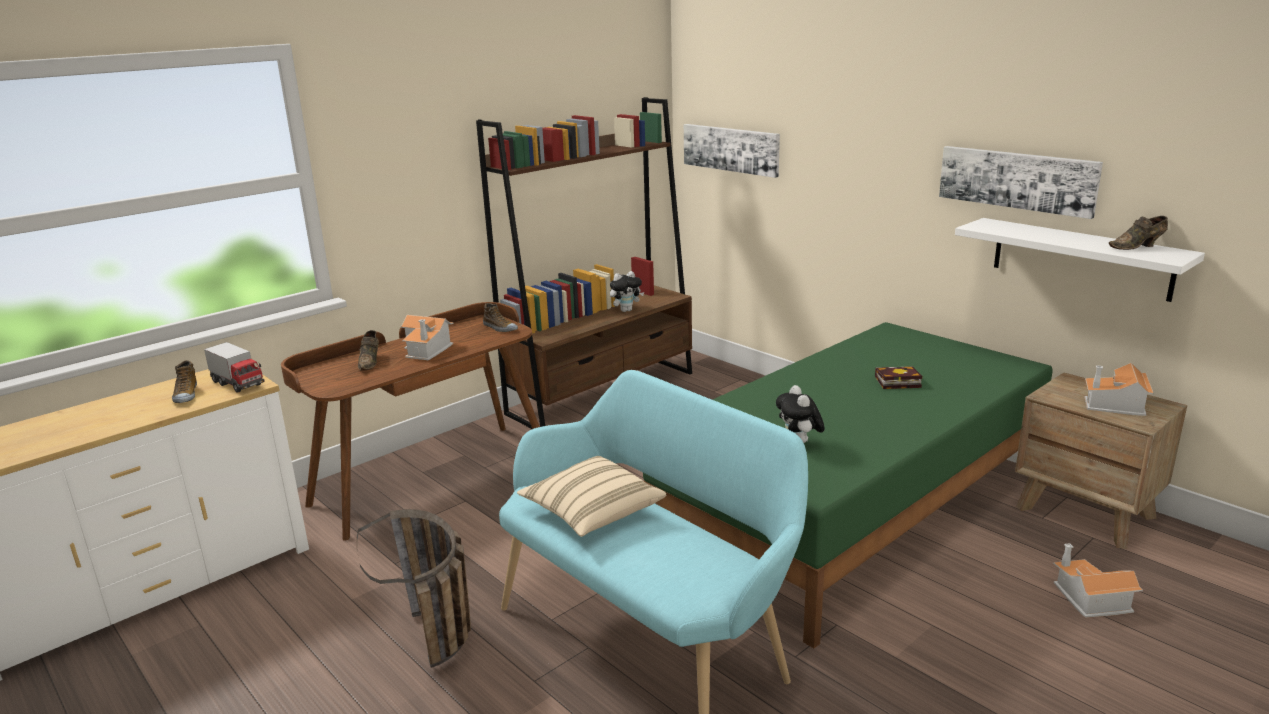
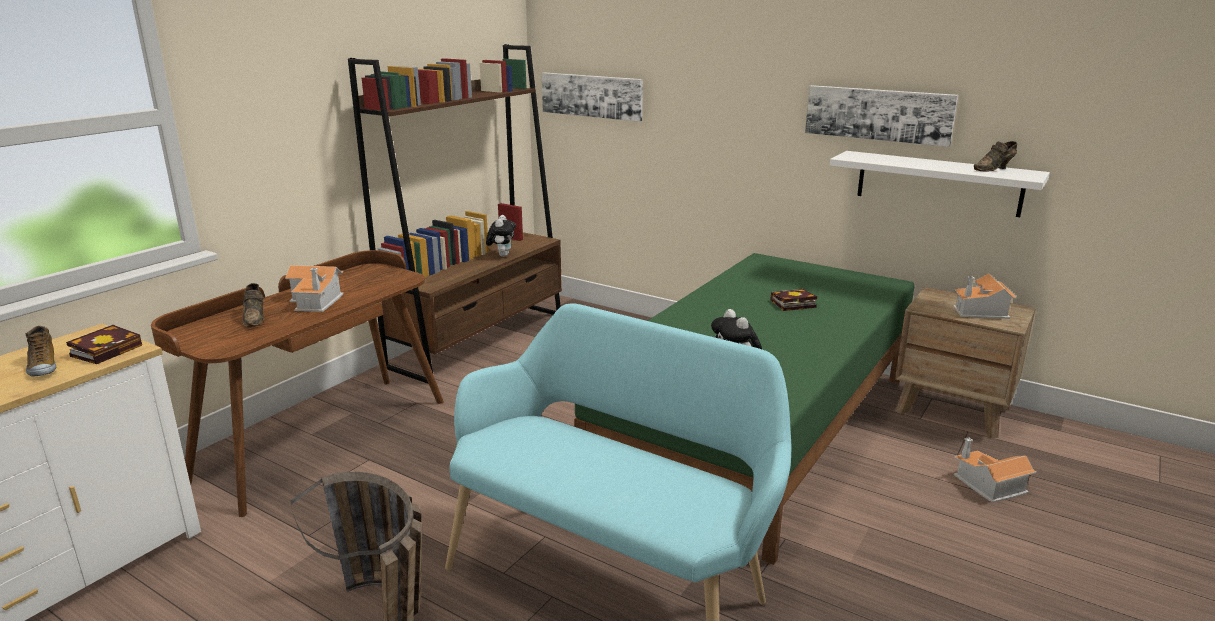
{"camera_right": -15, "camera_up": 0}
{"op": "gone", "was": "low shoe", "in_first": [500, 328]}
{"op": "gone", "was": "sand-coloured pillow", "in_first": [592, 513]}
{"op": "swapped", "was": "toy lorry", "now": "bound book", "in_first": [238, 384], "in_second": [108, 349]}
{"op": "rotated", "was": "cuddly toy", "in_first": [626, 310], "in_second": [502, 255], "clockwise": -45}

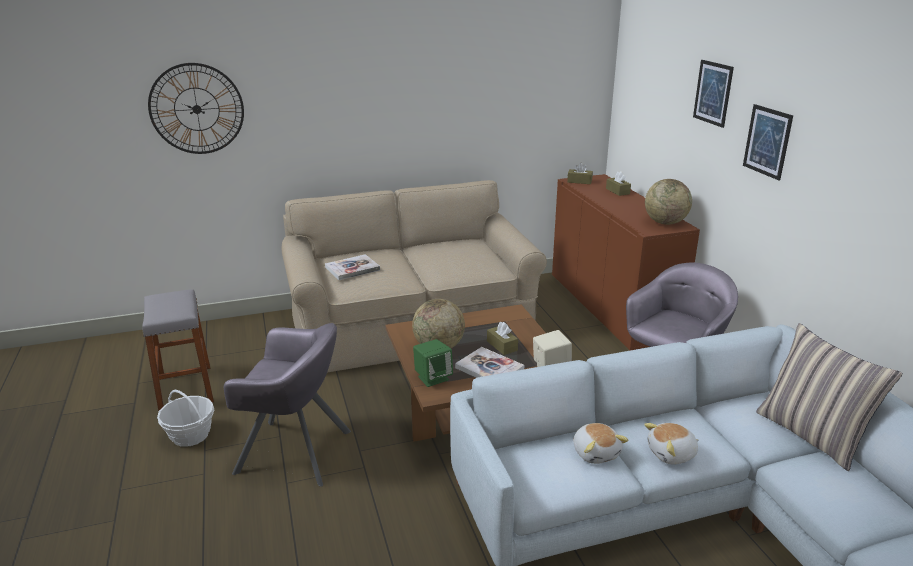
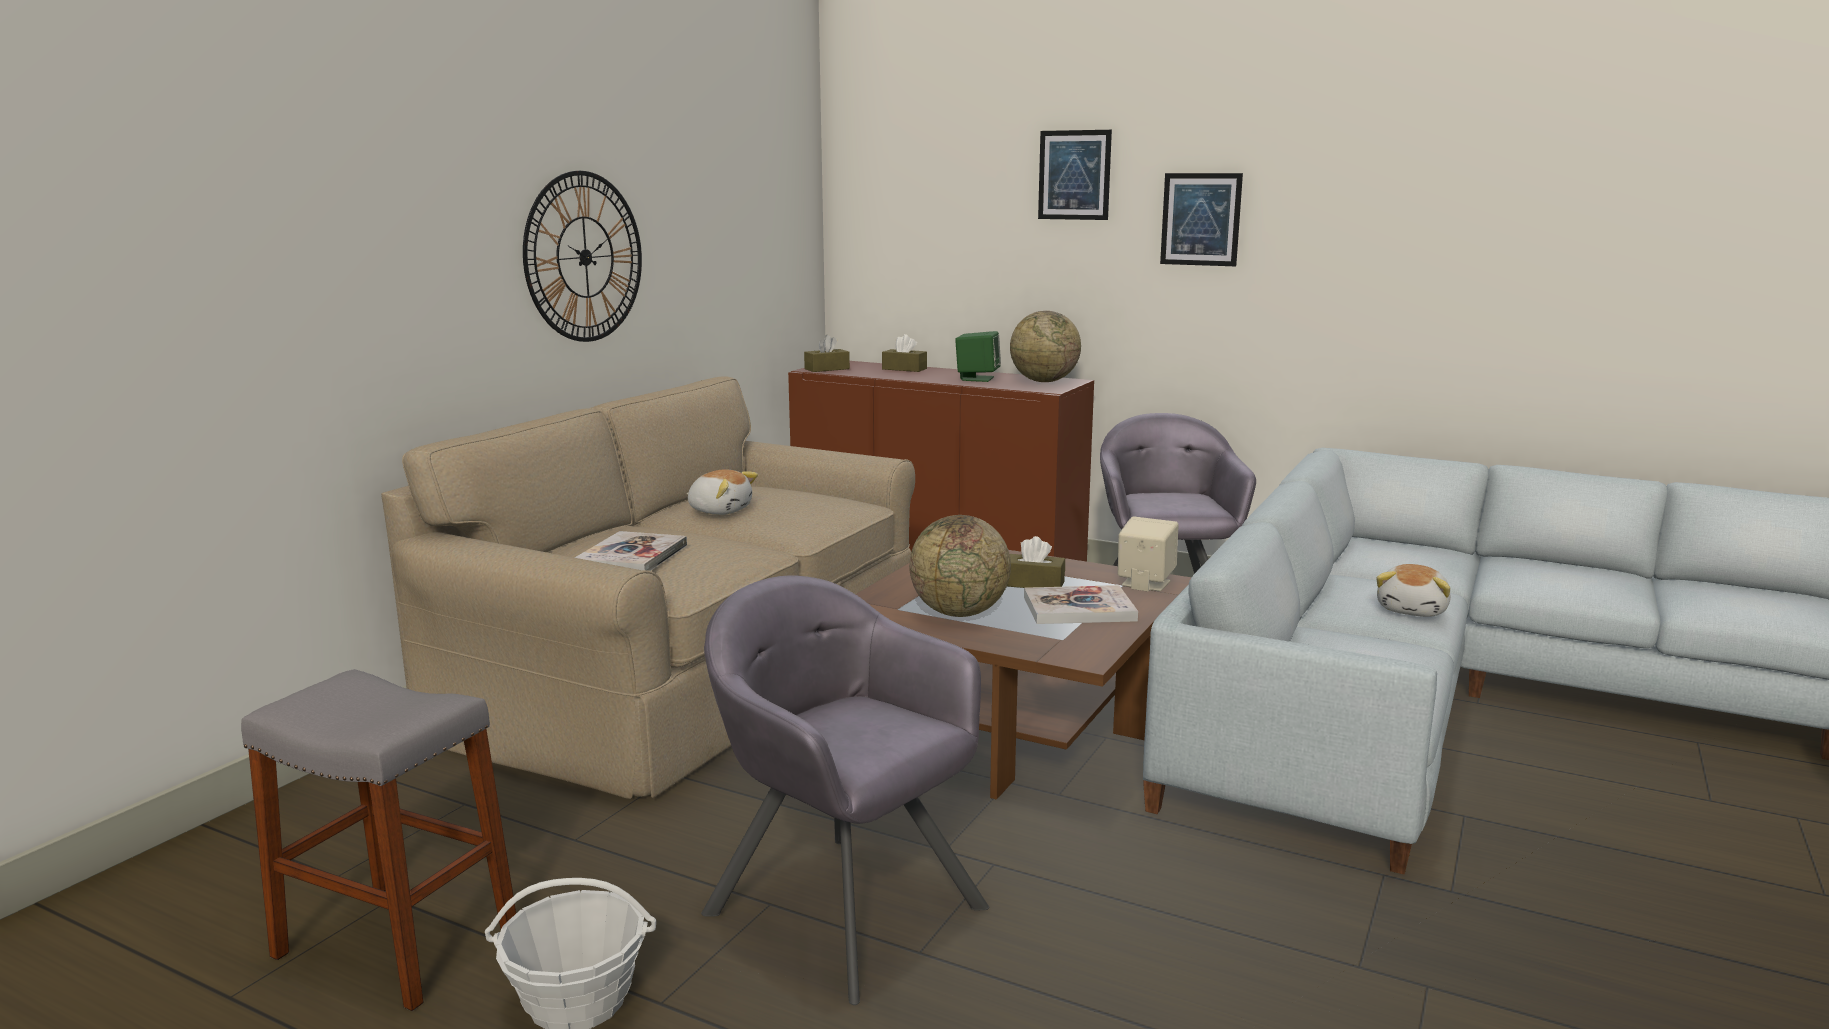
{"camera_right": -45, "camera_up": -10}
{"op": "gone", "was": "pillow", "in_first": [812, 435]}
{"op": "shifted", "was": "clock on the wall", "in_first": [197, 109], "in_second": [585, 257]}
{"op": "shifted", "was": "green-coloured loudspeaker", "in_first": [433, 378], "in_second": [977, 378]}
{"op": "shifted", "was": "cuddly toy", "in_first": [596, 452], "in_second": [720, 510]}
{"op": "rotated", "was": "grey lounge chair", "in_first": [294, 452], "in_second": [844, 908], "clockwise": -105}

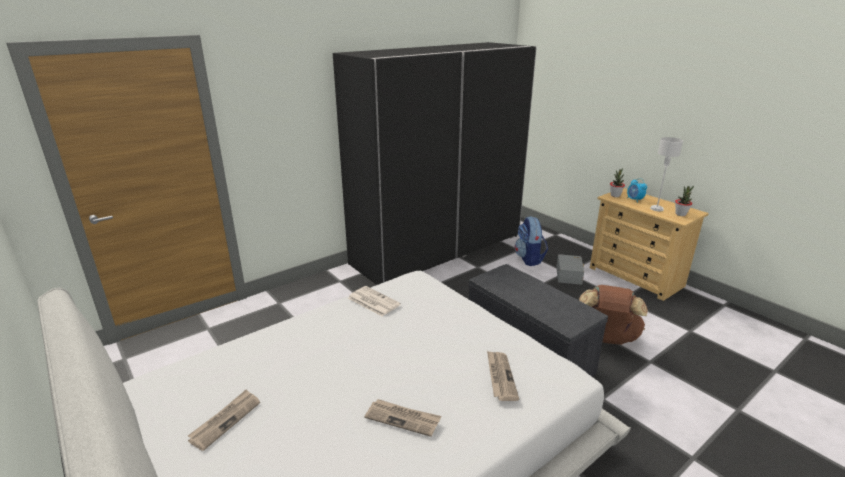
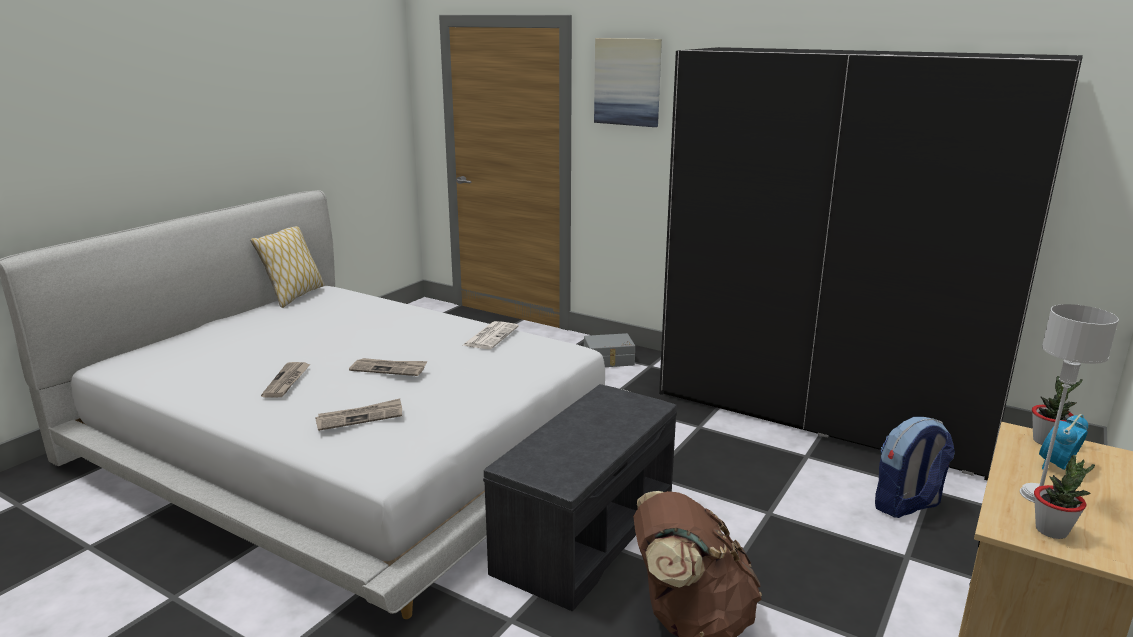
{"camera_right": 70, "camera_up": -5}
{"op": "new", "now": "pillow", "in_second": [294, 296]}
{"op": "new", "now": "picture", "in_second": [627, 82]}
{"op": "shifted", "was": "daily paper", "in_first": [225, 420], "in_second": [389, 369]}
{"op": "shifted", "was": "grey storage container", "in_first": [569, 275], "in_second": [609, 360]}

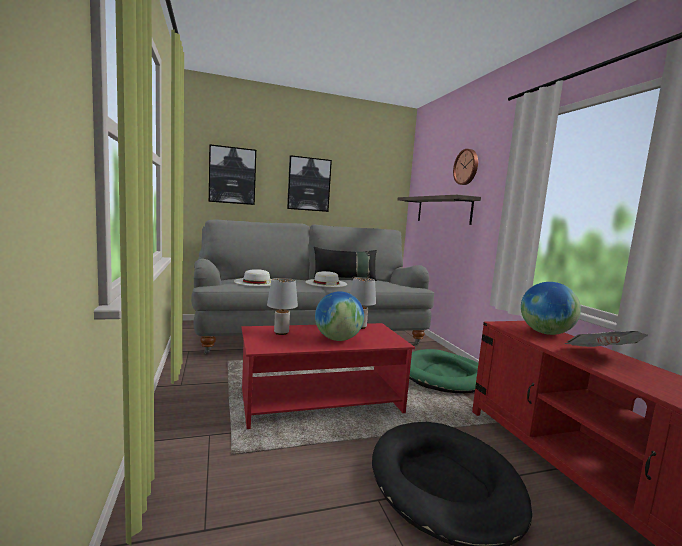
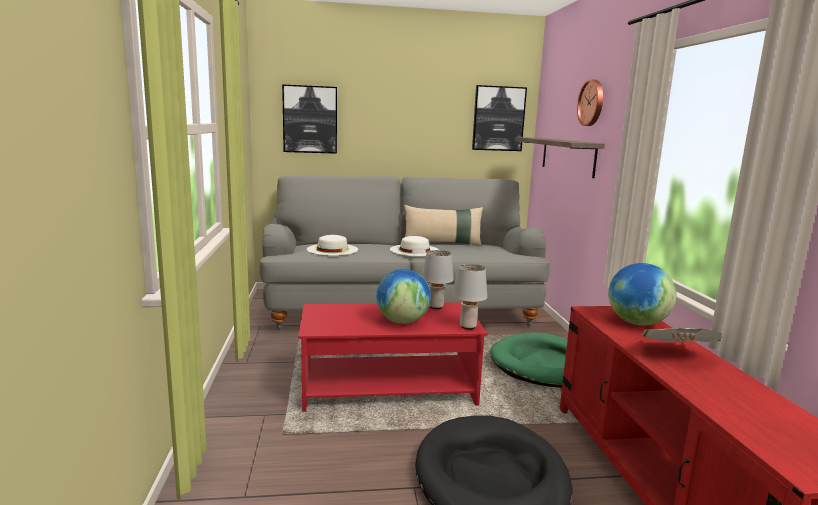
{"camera_right": 10, "camera_up": 5}
{"op": "shifted", "was": "grey table lamp", "in_first": [281, 333], "in_second": [467, 327]}
{"op": "shifted", "was": "picture", "in_first": [309, 184], "in_second": [498, 118]}
{"op": "repainted", "was": "black-coloured pillow", "now": "sand-coloured pillow", "in_first": [345, 279], "in_second": [442, 243]}

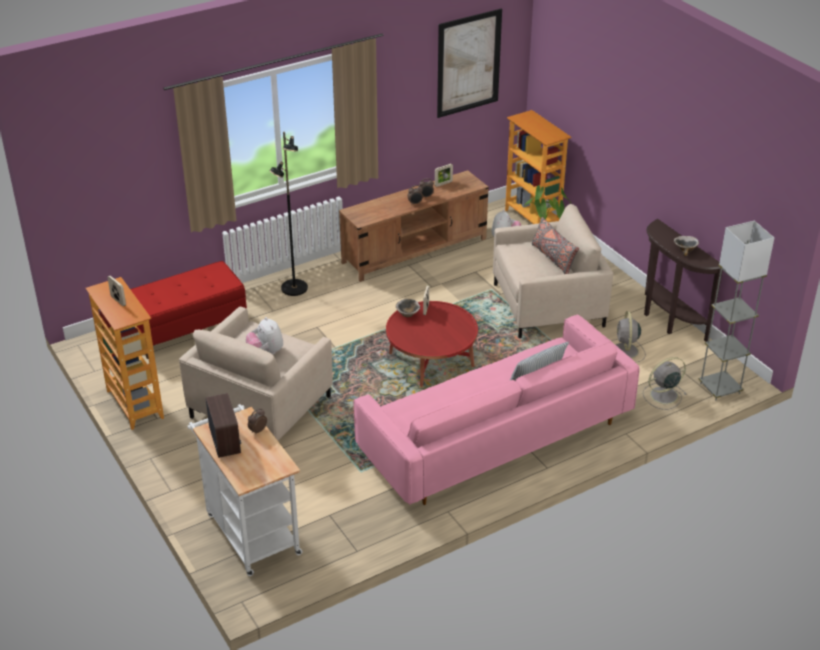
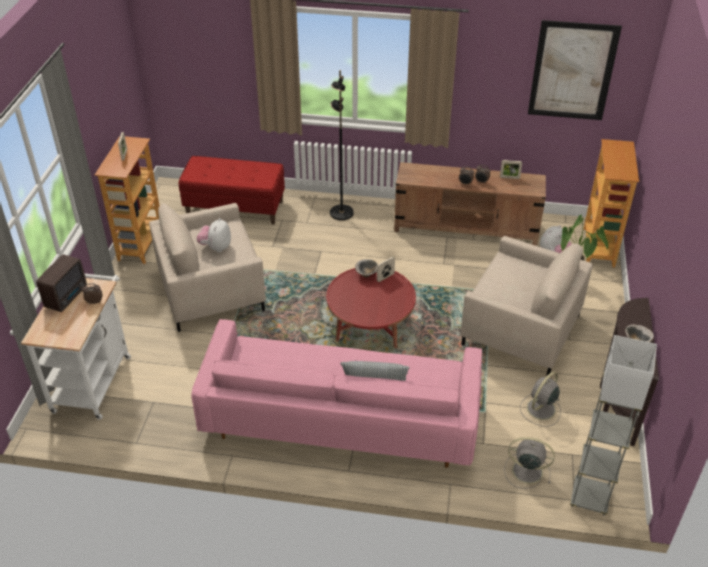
{"camera_right": 40, "camera_up": 5}
{"op": "gone", "was": "grey pillow", "in_first": [553, 258]}

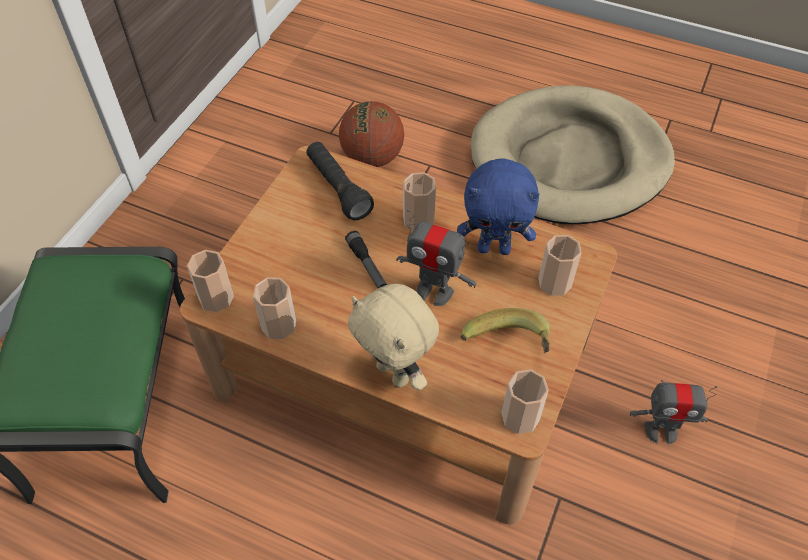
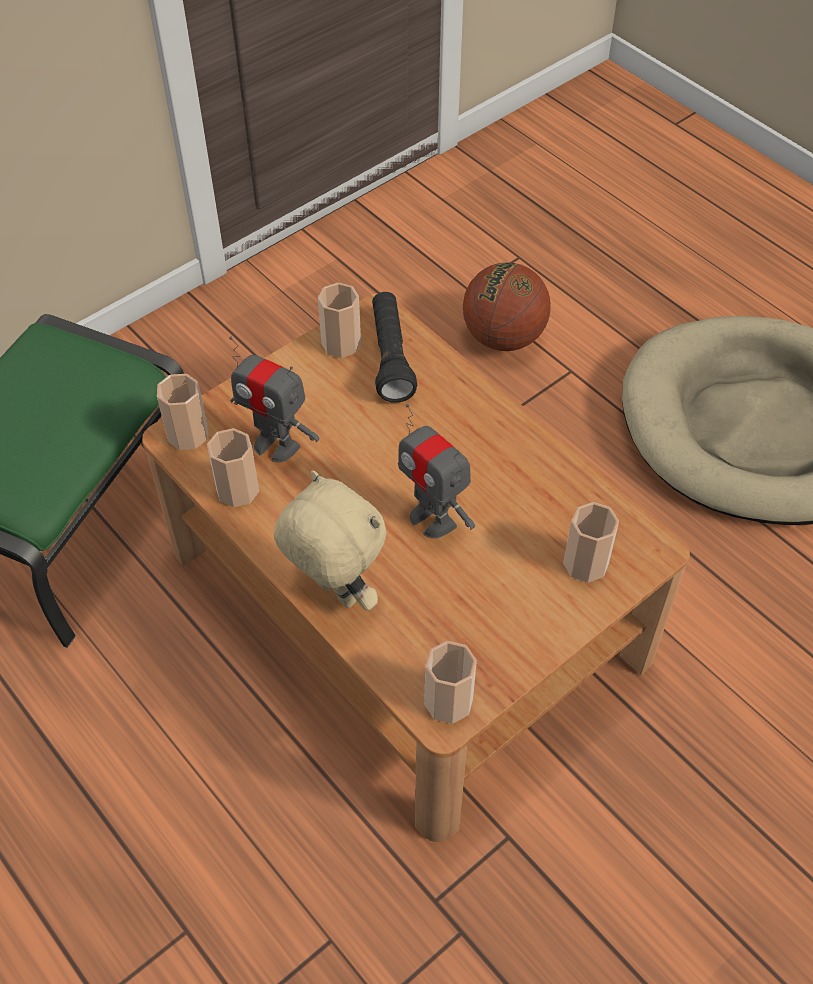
{"camera_right": 25, "camera_up": 0}
{"op": "gone", "was": "torch", "in_first": [367, 266]}
{"op": "gone", "was": "blue cuddly toy", "in_first": [494, 248]}
{"op": "gone", "was": "whole banana", "in_first": [507, 348]}
{"op": "shifted", "was": "drinking cup", "in_first": [418, 220], "in_second": [341, 343]}
{"op": "shifted", "was": "model robot", "in_first": [661, 431], "in_second": [276, 445]}
{"op": "rotated", "was": "sand-coloured cuddly toy", "in_first": [395, 373], "in_second": [334, 594], "clockwise": 150}

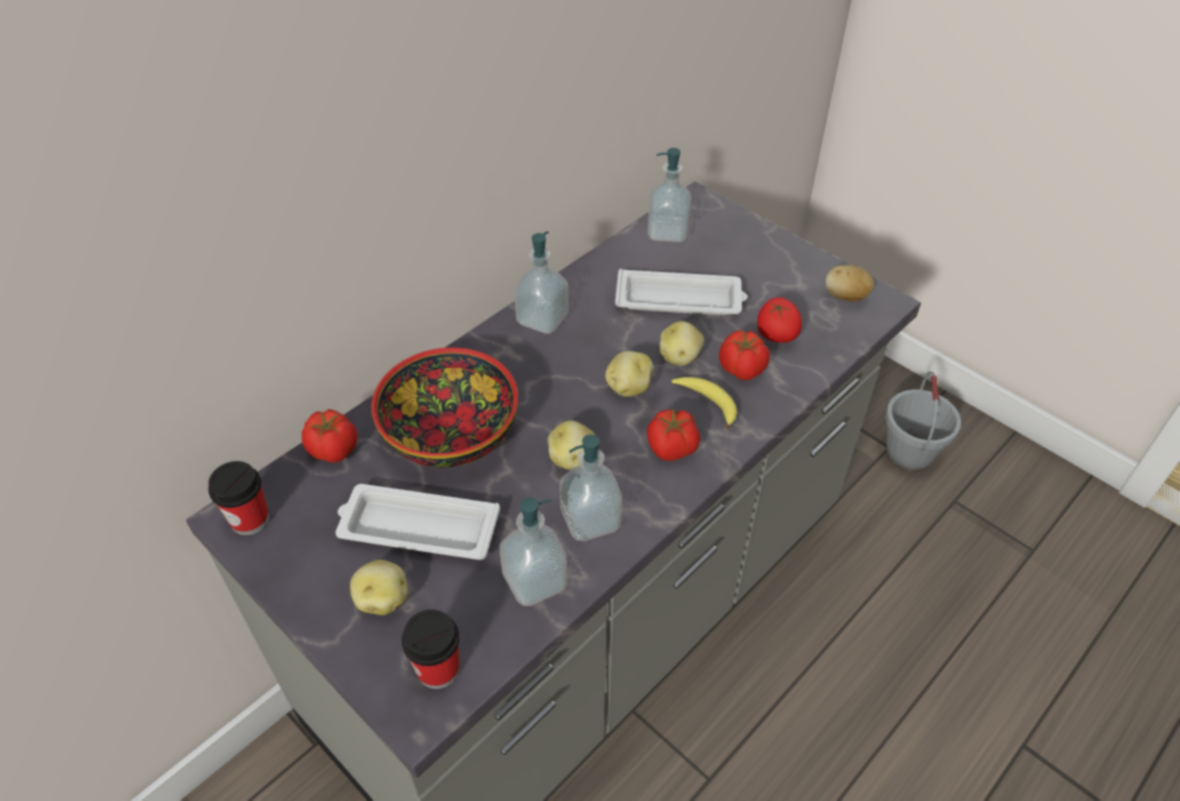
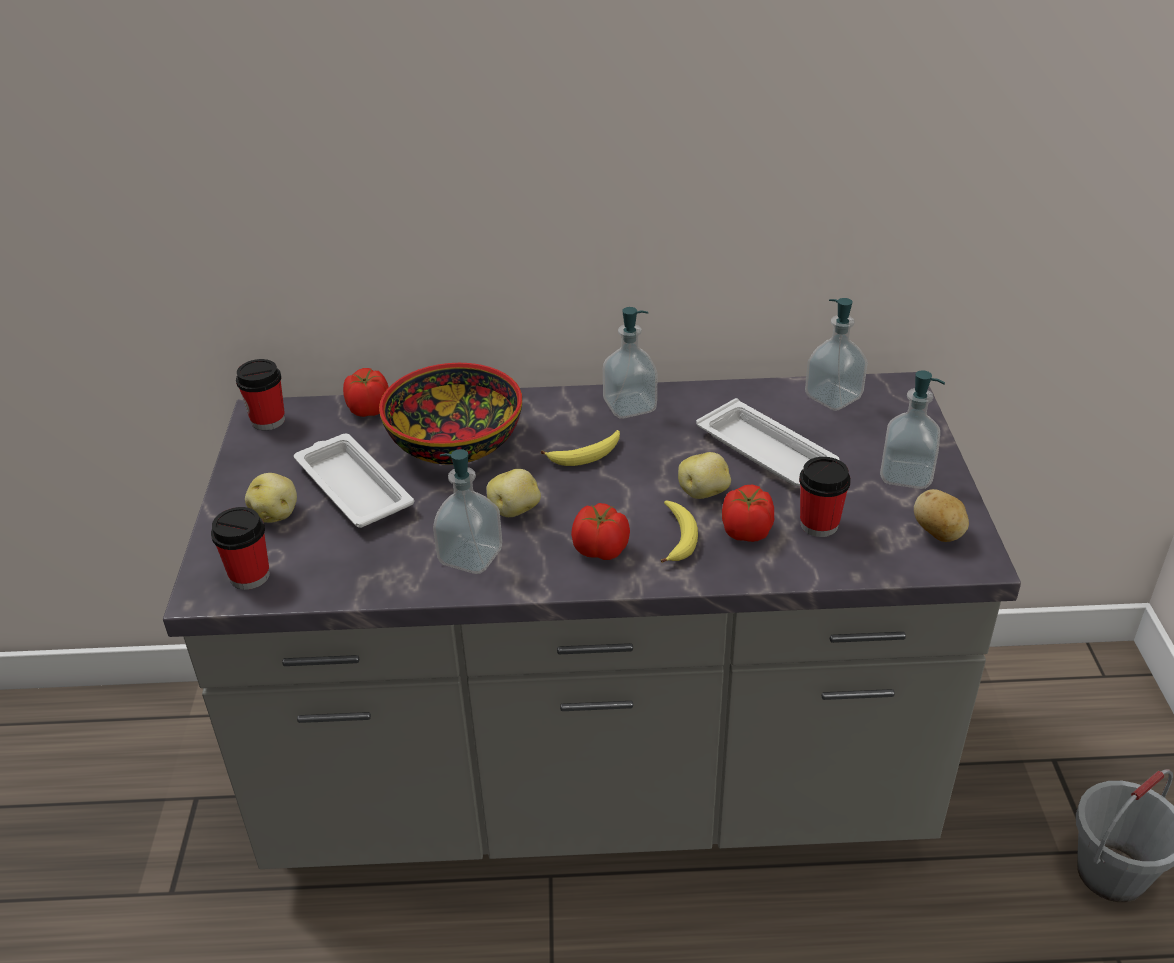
{"camera_right": 45, "camera_up": -10}
{"op": "gone", "was": "whole potato", "in_first": [628, 387]}
{"op": "new", "now": "whole banana", "in_second": [586, 455]}
{"op": "shifted", "was": "soap bottle", "in_first": [535, 581], "in_second": [906, 475]}
{"op": "swapped", "was": "tomato", "now": "drinking cup", "in_first": [776, 334], "in_second": [819, 524]}

